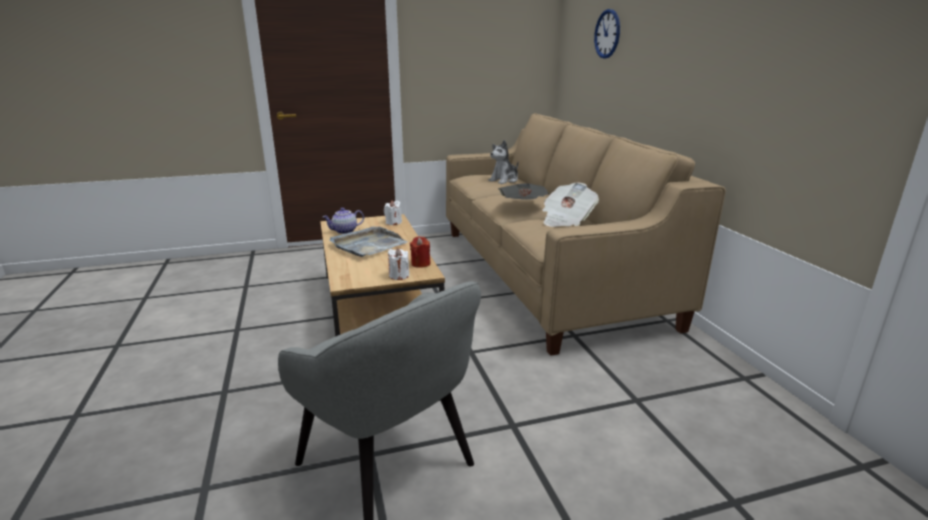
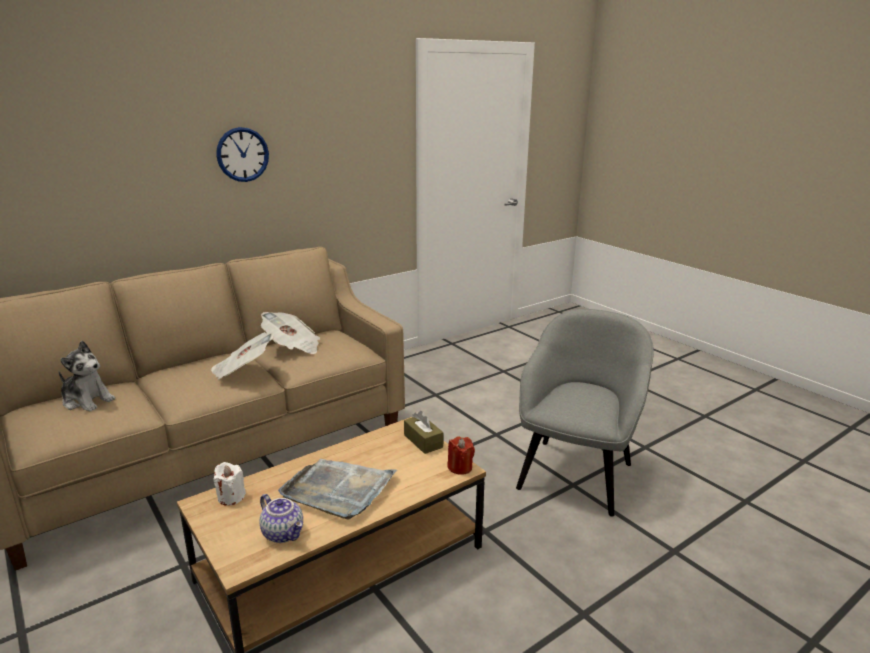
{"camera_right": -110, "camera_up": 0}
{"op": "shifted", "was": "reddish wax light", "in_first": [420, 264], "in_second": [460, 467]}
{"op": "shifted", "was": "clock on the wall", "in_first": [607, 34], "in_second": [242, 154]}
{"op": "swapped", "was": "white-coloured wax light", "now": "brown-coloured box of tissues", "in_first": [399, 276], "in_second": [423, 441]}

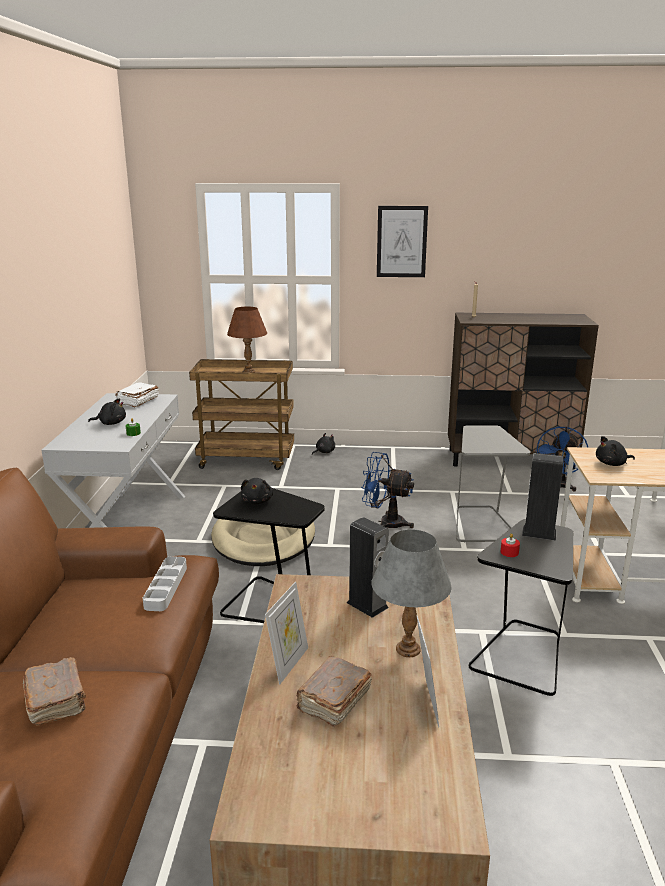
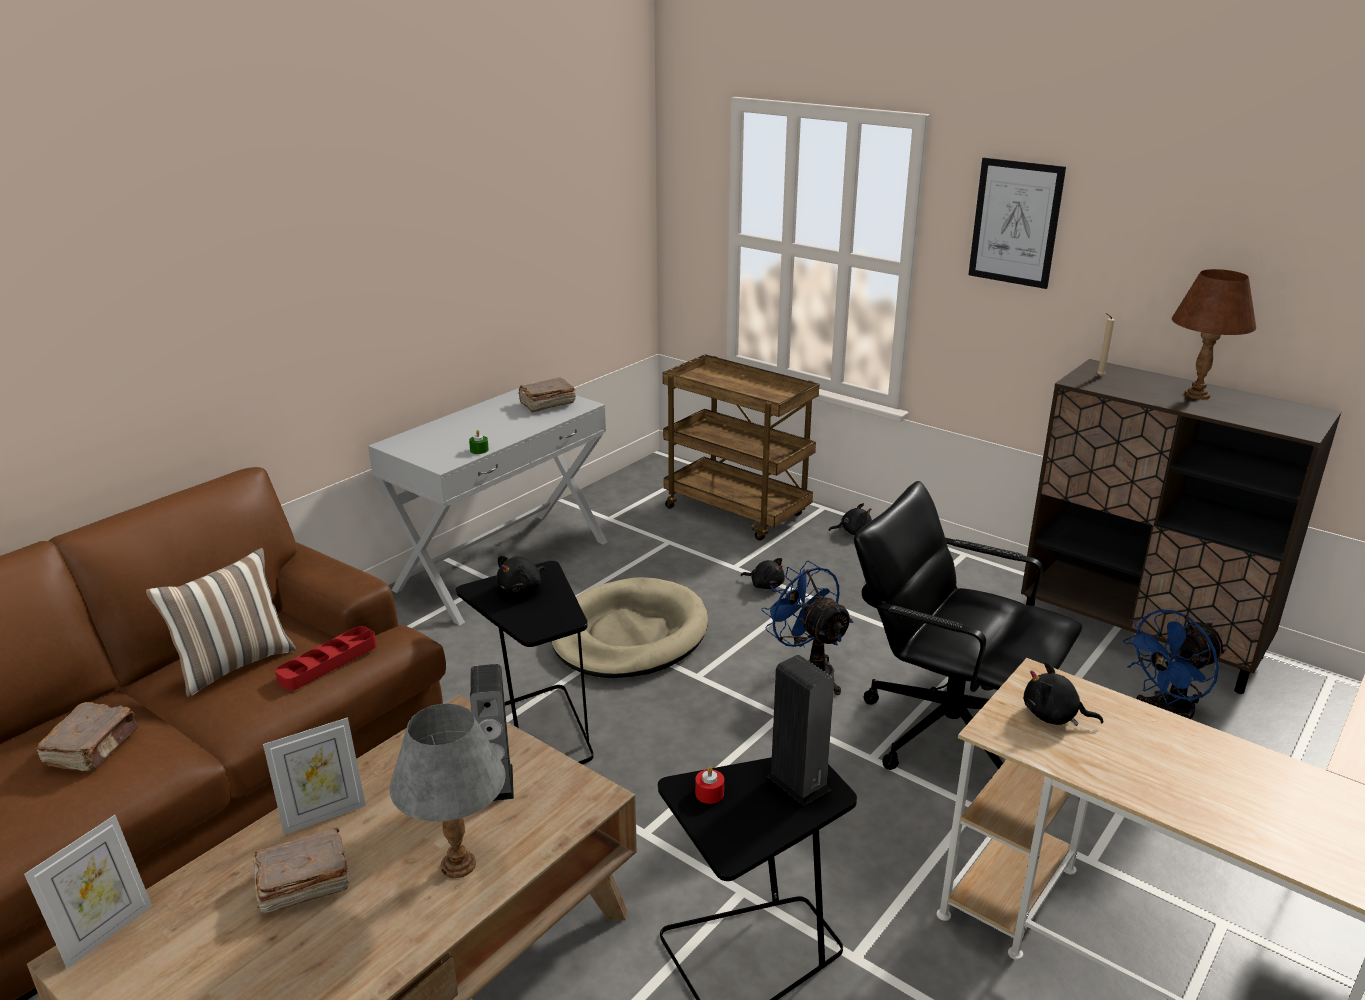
{"camera_right": 35, "camera_up": 5}
{"op": "new", "now": "pillow", "in_second": [234, 664]}
{"op": "shifted", "was": "black-coloured cuddly toy", "in_first": [111, 423], "in_second": [765, 585]}
{"op": "shifted", "was": "brown-coloured table lamp", "in_first": [248, 372], "in_second": [1196, 395]}
{"op": "shifted", "was": "picture frame", "in_first": [425, 703], "in_second": [105, 932]}
{"op": "swapped", "was": "grey side table", "now": "black-coloured desk chair", "in_first": [481, 525], "in_second": [947, 731]}
{"op": "repainted", "was": "white-coloured bound book", "now": "brown-coloured bound book", "in_first": [137, 401], "in_second": [546, 404]}
{"op": "repainted", "was": "grey serving tray", "now": "reddish serving tray", "in_first": [166, 587], "in_second": [328, 663]}

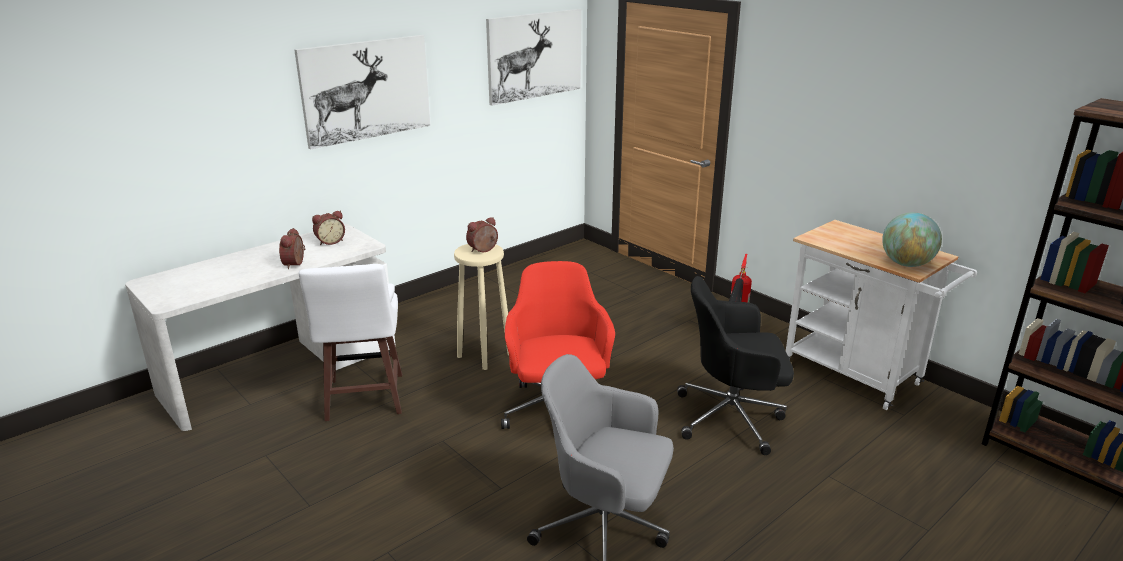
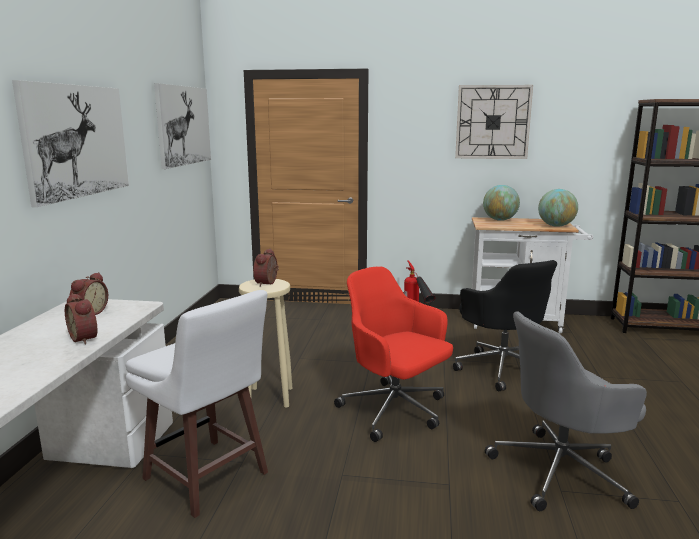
{"camera_right": -40, "camera_up": -10}
{"op": "new", "now": "clock on the wall", "in_second": [493, 122]}
{"op": "new", "now": "desk globe", "in_second": [500, 220]}
{"op": "rotated", "was": "black-coloured desk chair", "in_first": [732, 418], "in_second": [502, 368], "clockwise": -75}

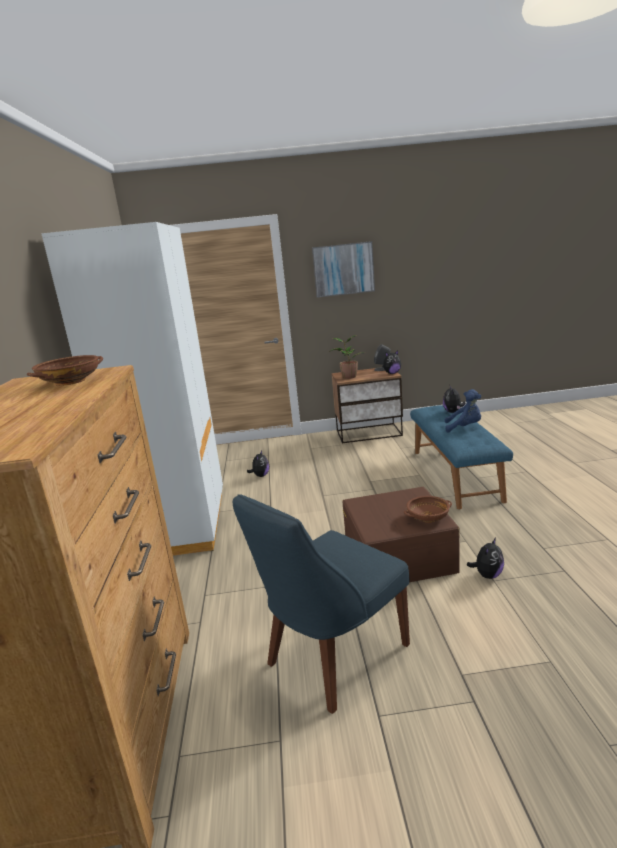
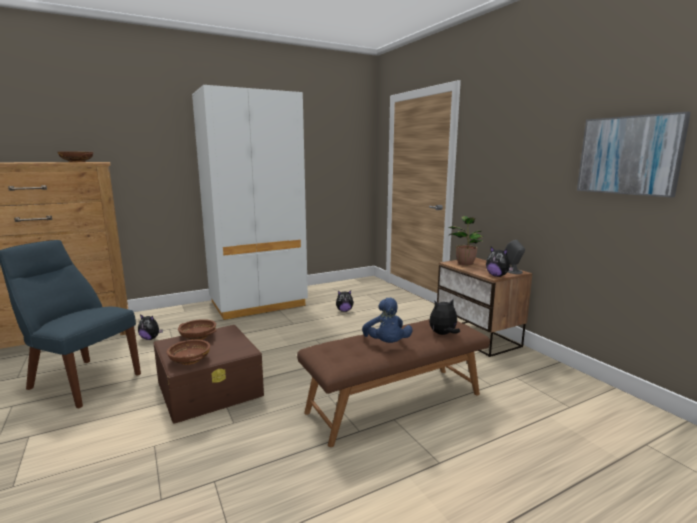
{"camera_right": 65, "camera_up": -5}
{"op": "new", "now": "brown-coloured serving bowl", "in_second": [197, 337]}
{"op": "shifted", "was": "picture", "in_first": [343, 269], "in_second": [629, 155]}
{"op": "shifted", "was": "cuddly toy", "in_first": [487, 575], "in_second": [150, 338]}
{"op": "repainted", "was": "blue long seat", "now": "brown-coloured long seat", "in_first": [456, 474], "in_second": [395, 403]}

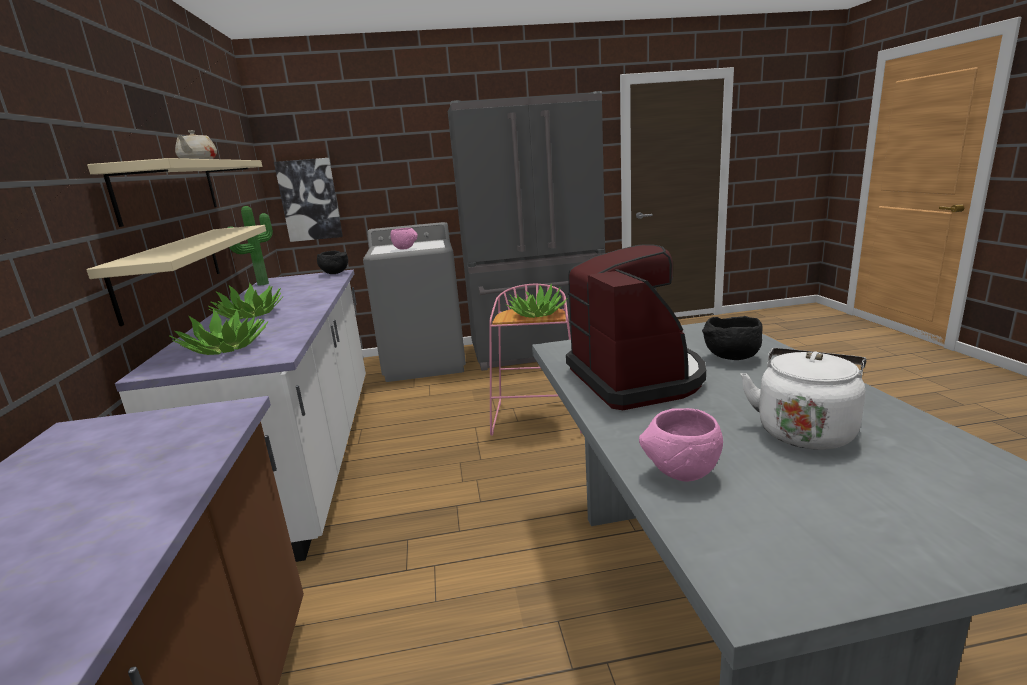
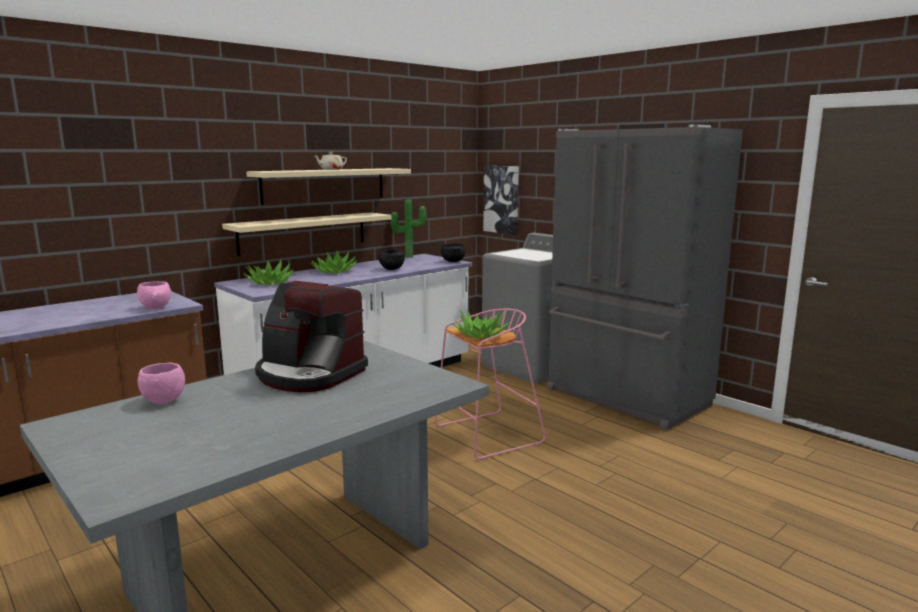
{"camera_right": 55, "camera_up": -5}
{"op": "gone", "was": "white-coloured kettle", "in_first": [805, 430]}
{"op": "shifted", "was": "pinkish serving bowl", "in_first": [405, 249], "in_second": [156, 308]}
{"op": "shifted", "was": "black-coloured serving bowl", "in_first": [731, 358], "in_second": [391, 269]}
{"op": "rotated", "was": "coffee maker", "in_first": [636, 378], "in_second": [309, 374], "clockwise": 75}

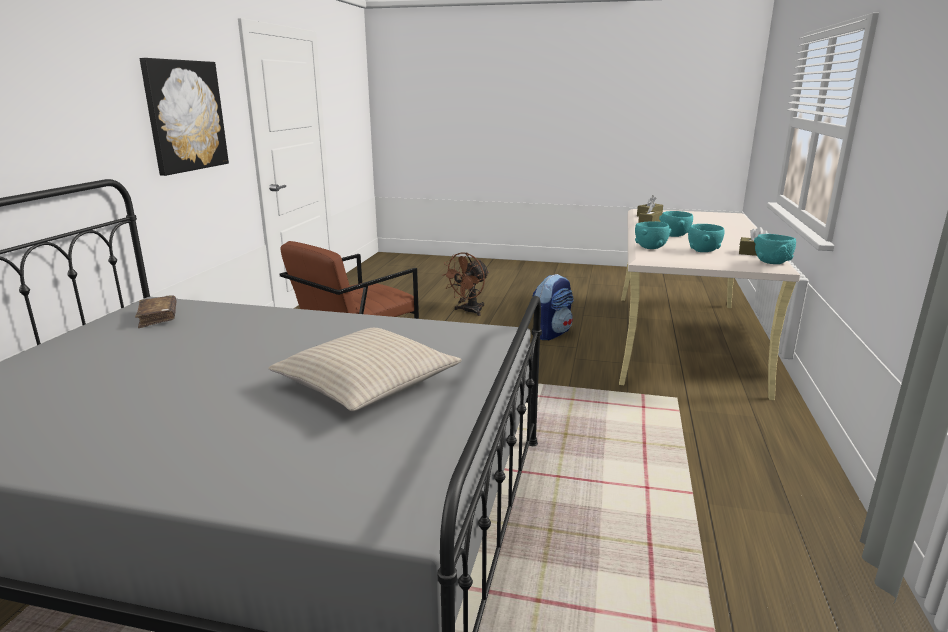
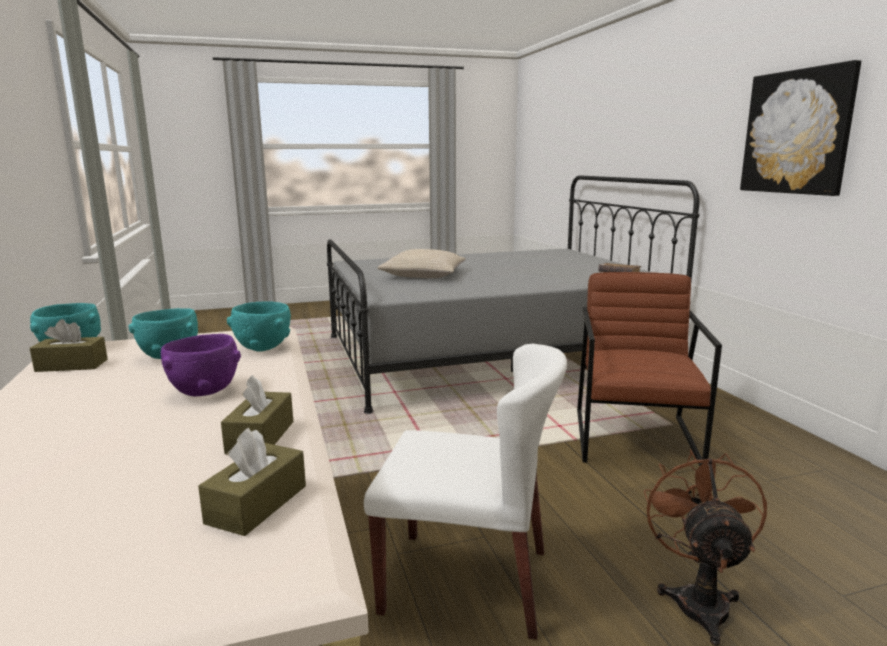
{"camera_right": 150, "camera_up": -5}
{"op": "swapped", "was": "knapsack", "now": "white-coloured plain chair", "in_first": [551, 333], "in_second": [467, 581]}
{"op": "repainted", "was": "blue-green serving bowl", "now": "purple-coloured serving bowl", "in_first": [674, 235], "in_second": [205, 391]}

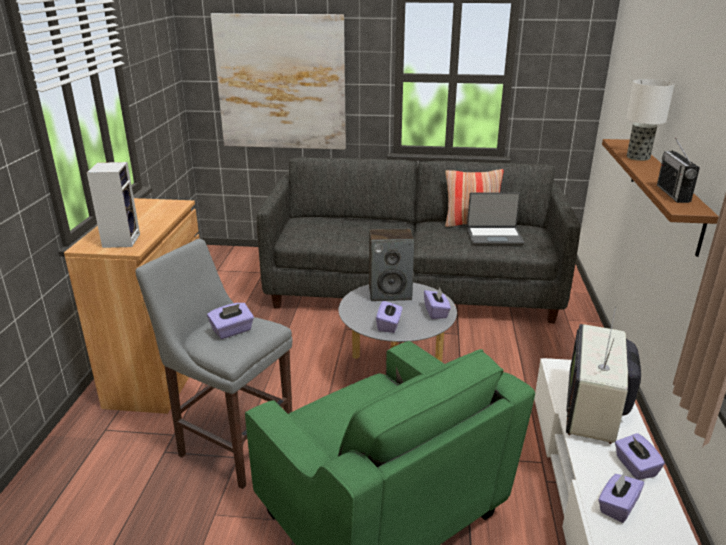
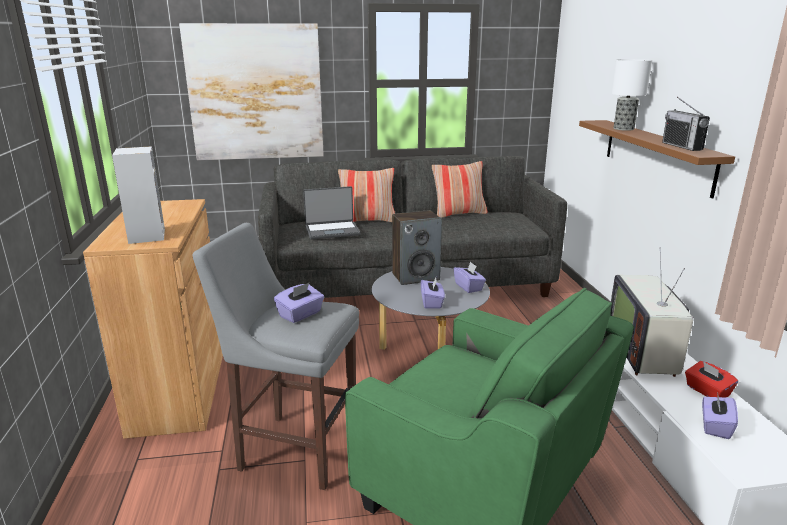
{"camera_right": -15, "camera_up": -5}
{"op": "new", "now": "pillow", "in_second": [367, 220]}
{"op": "shifted", "was": "laptop", "in_first": [494, 237], "in_second": [332, 231]}
{"op": "repainted", "was": "purple-coloured box of tissues", "now": "reddish box of tissues", "in_first": [635, 466], "in_second": [707, 391]}

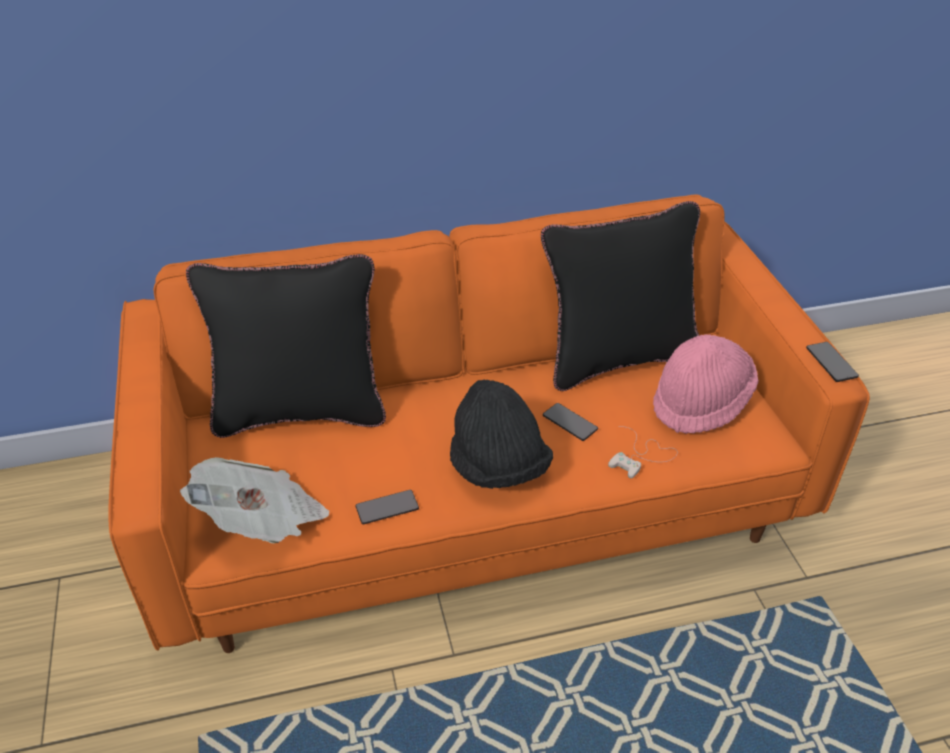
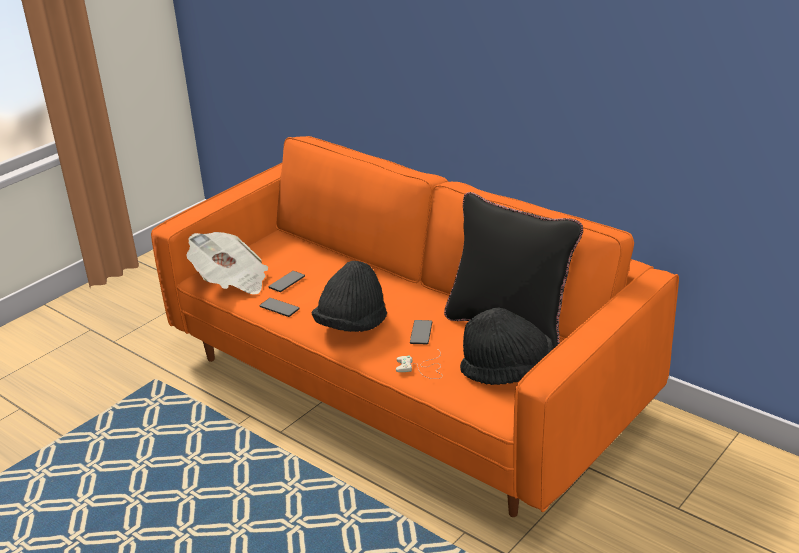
{"camera_right": 55, "camera_up": -10}
{"op": "gone", "was": "black-coloured pillow", "in_first": [300, 411]}
{"op": "shifted", "was": "handset", "in_first": [831, 362], "in_second": [287, 282]}
{"op": "repainted", "was": "pinkish hat", "now": "black-coloured hat", "in_first": [700, 403], "in_second": [506, 371]}

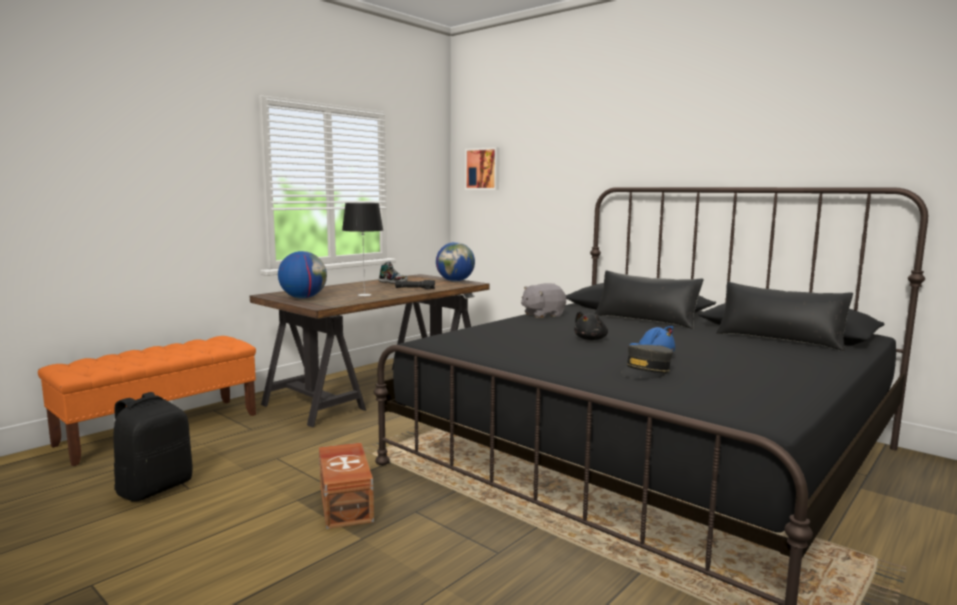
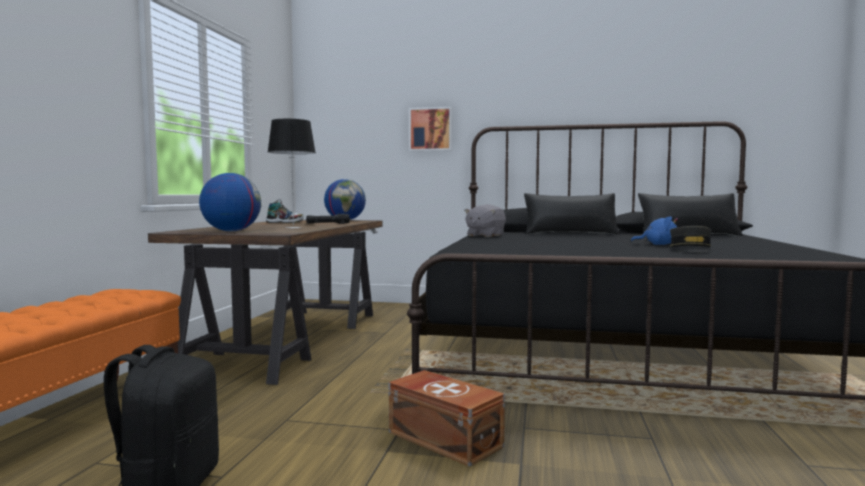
{"camera_right": -30, "camera_up": -5}
{"op": "gone", "was": "black-coloured cuddly toy", "in_first": [591, 339]}
{"op": "shifted", "was": "picture", "in_first": [483, 169], "in_second": [430, 129]}

